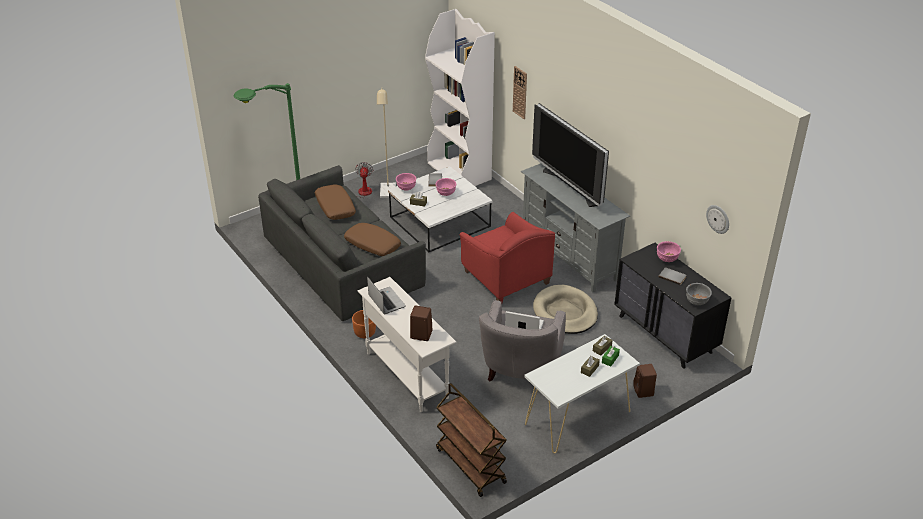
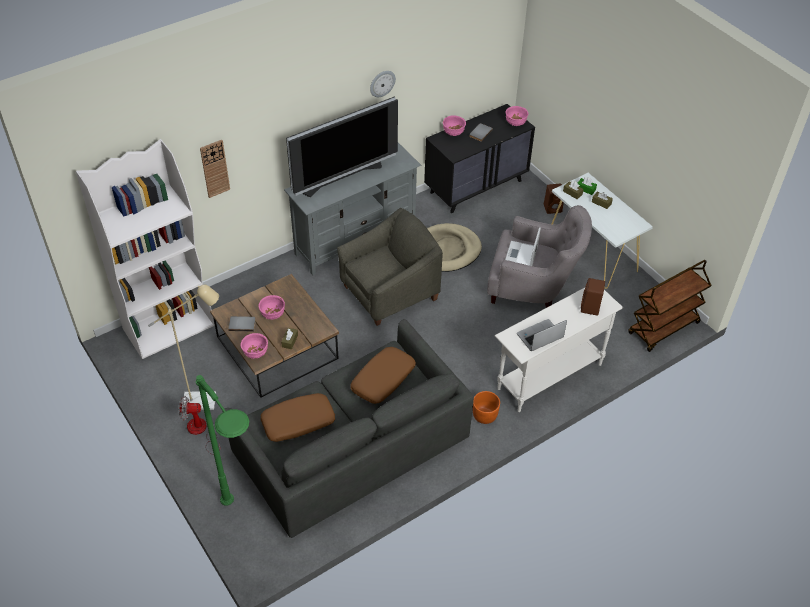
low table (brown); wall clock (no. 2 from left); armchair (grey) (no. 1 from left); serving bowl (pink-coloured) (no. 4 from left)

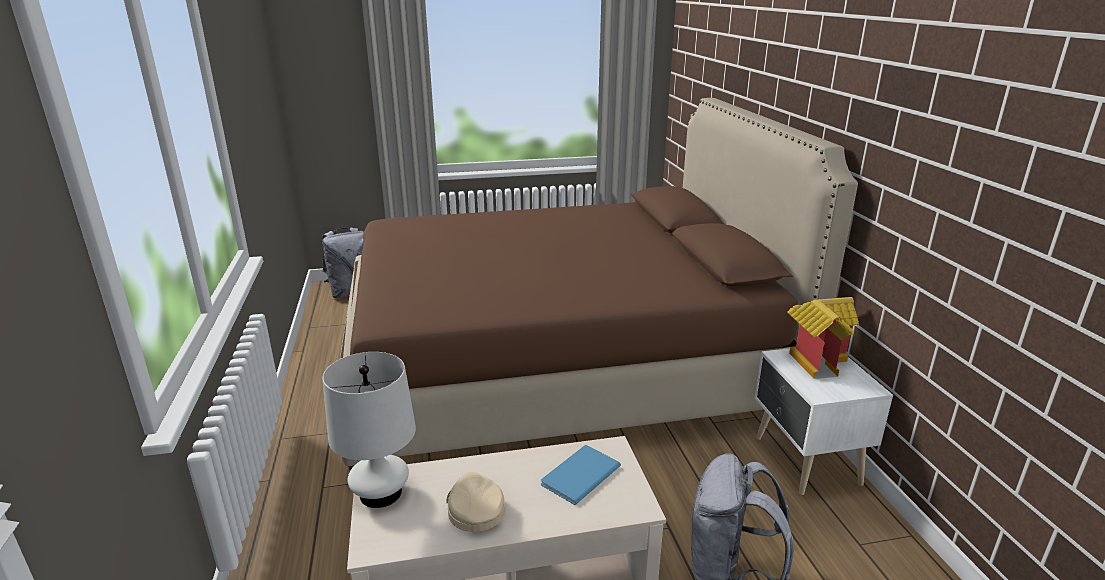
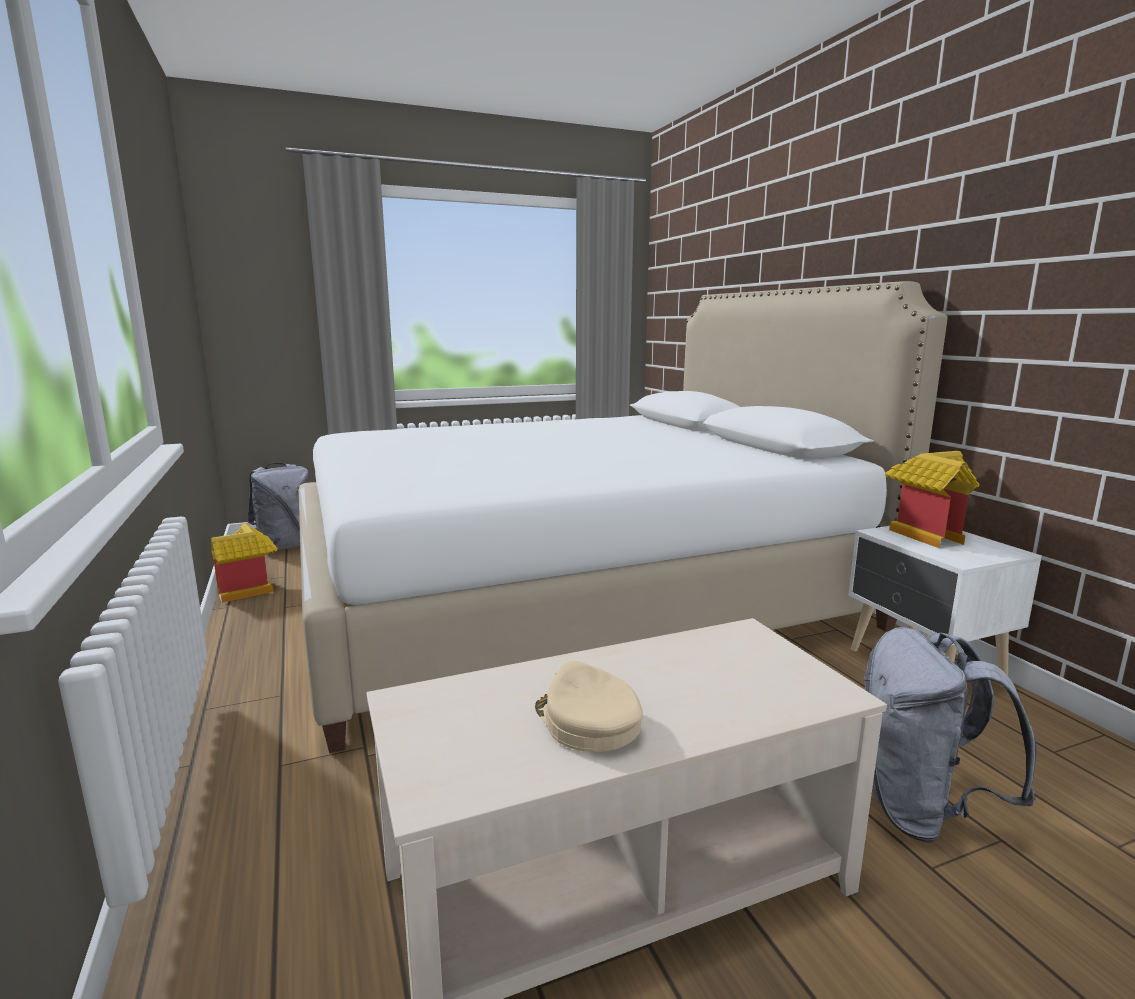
bed (whitish); lamp for a table (whitish); bound book (blue-coloured); model house (no. 1 from left)

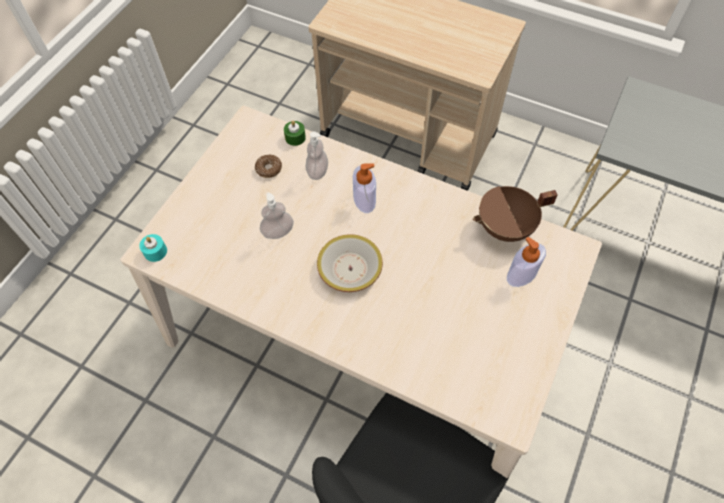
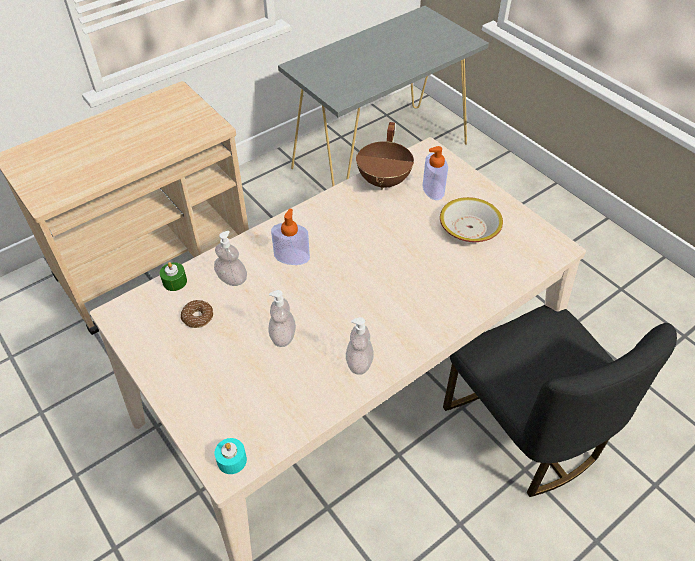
serving bowl; soap dispenser (no. 4 from left)

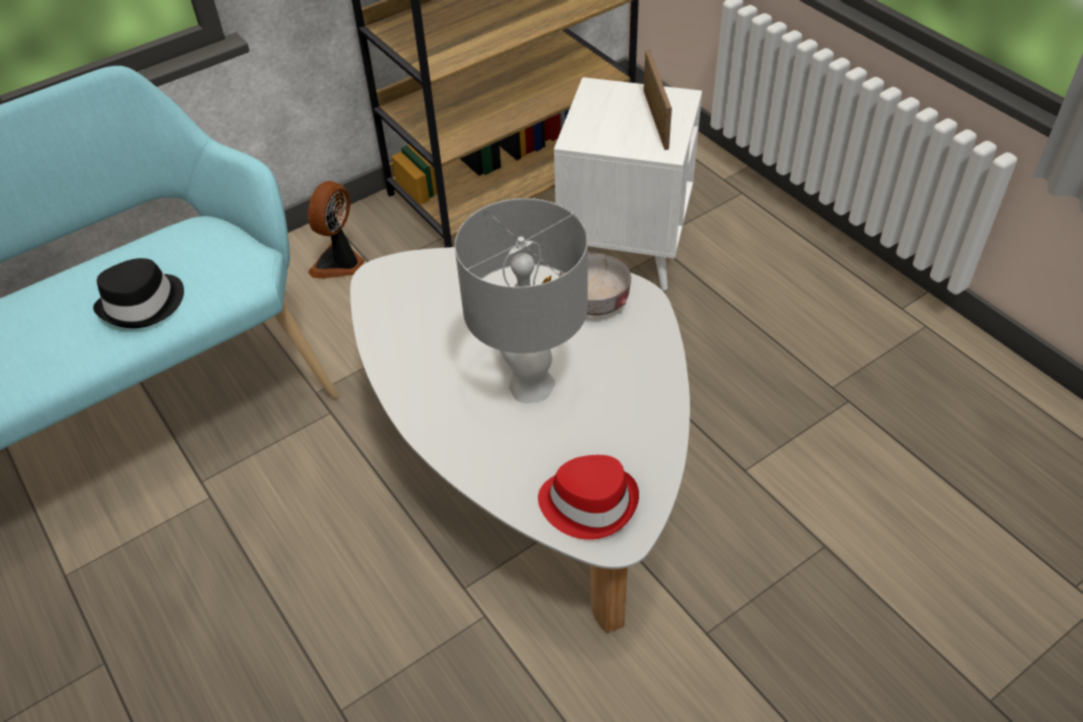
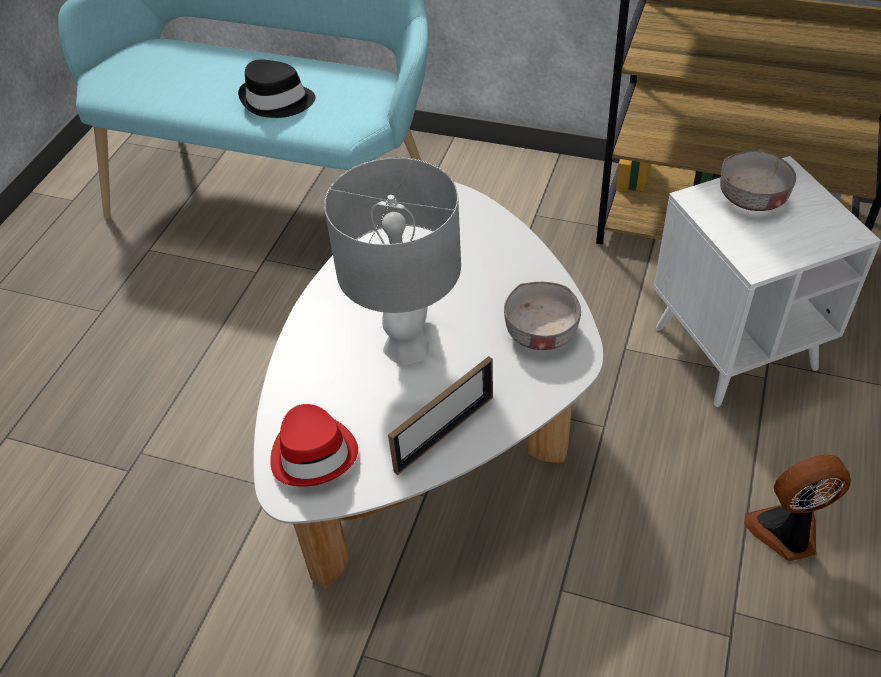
picture frame; fan; serving bowl (grey) (no. 2 from left)

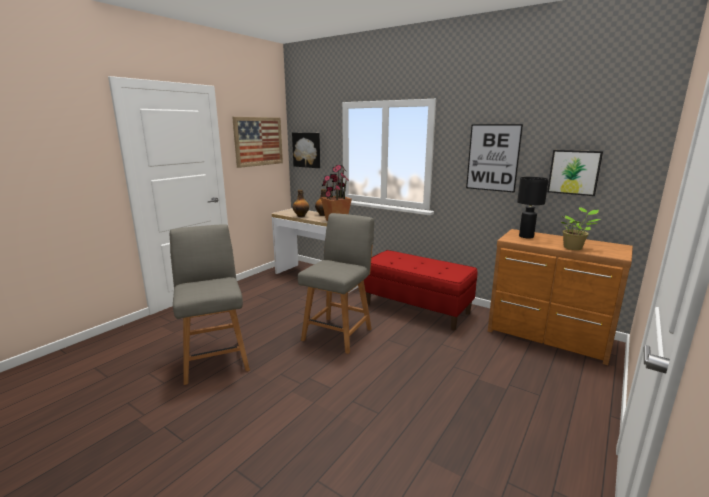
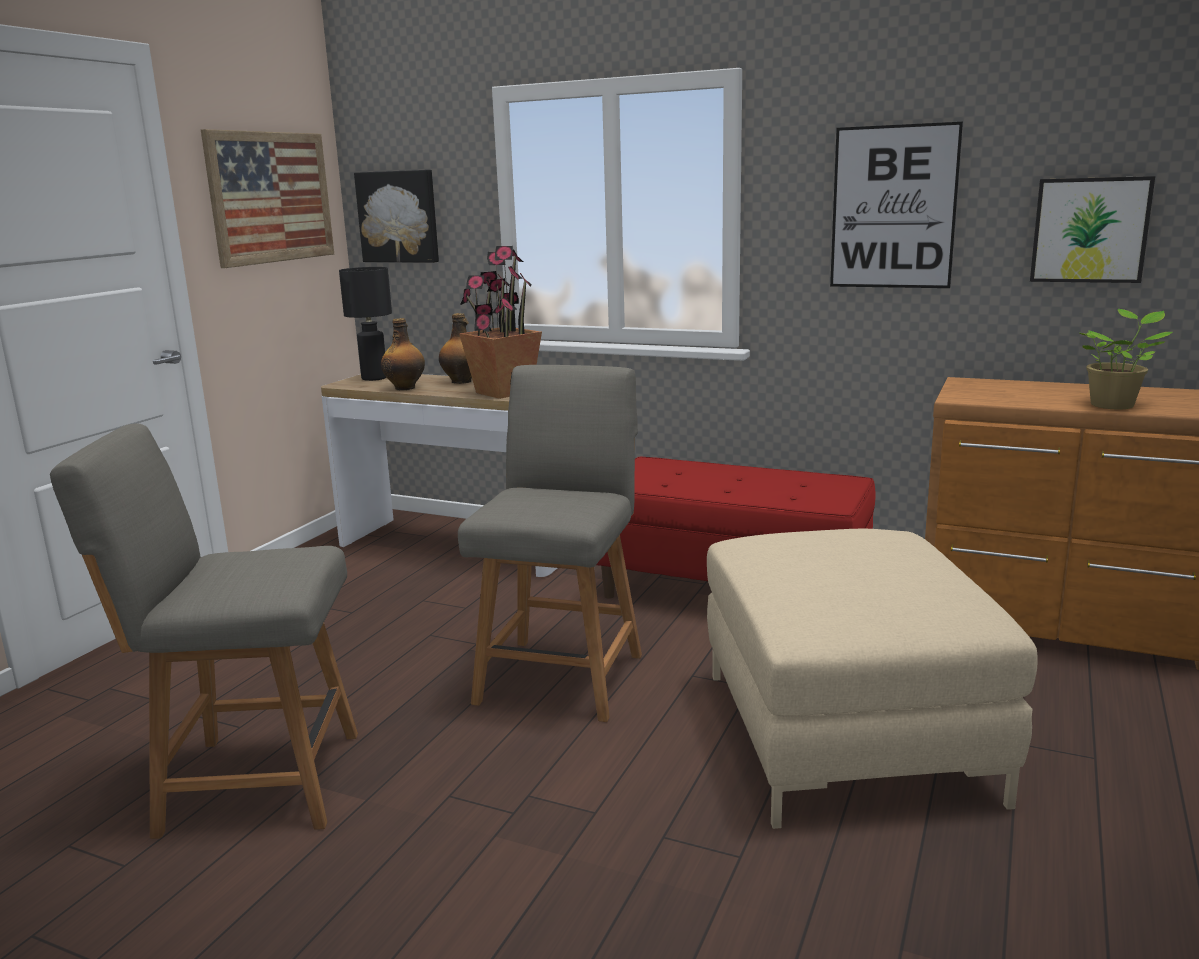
lamp for a table (black-coloured); plain chair (grey) (no. 1 from left); ottoman (sand-coloured)

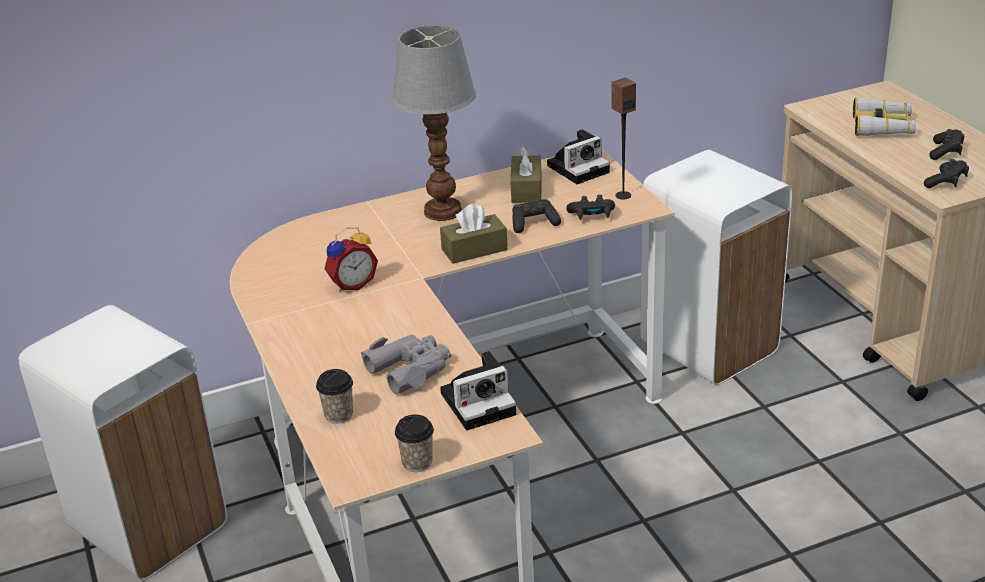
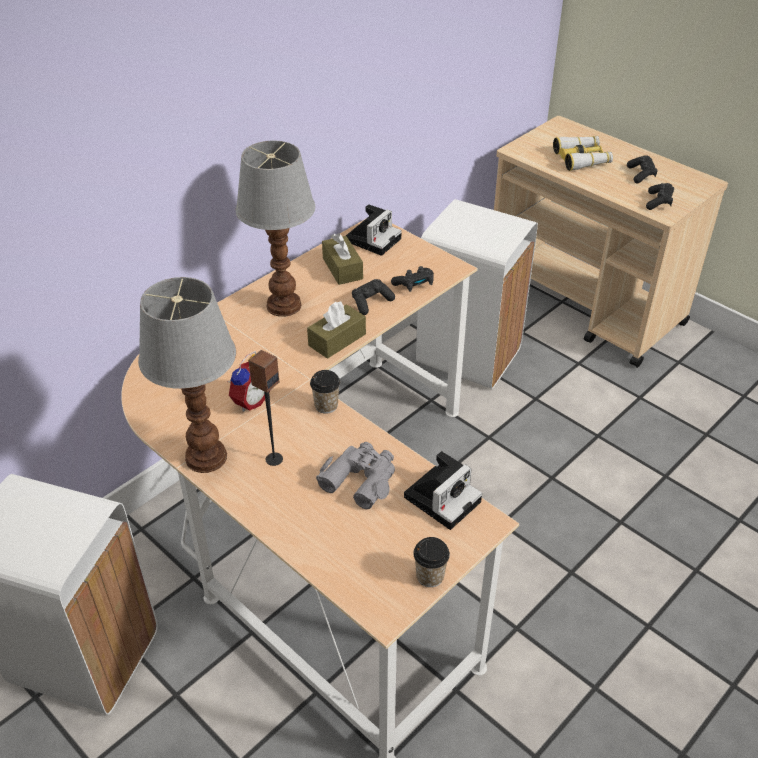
speaker; cup (no. 1 from left); lamp for a table (no. 1 from left)

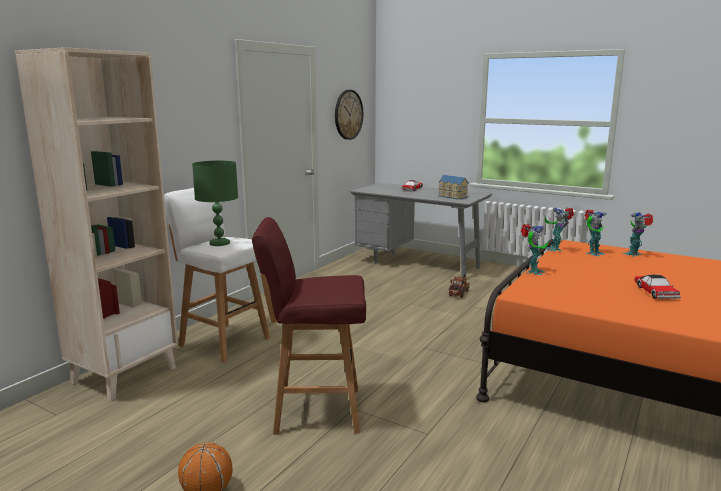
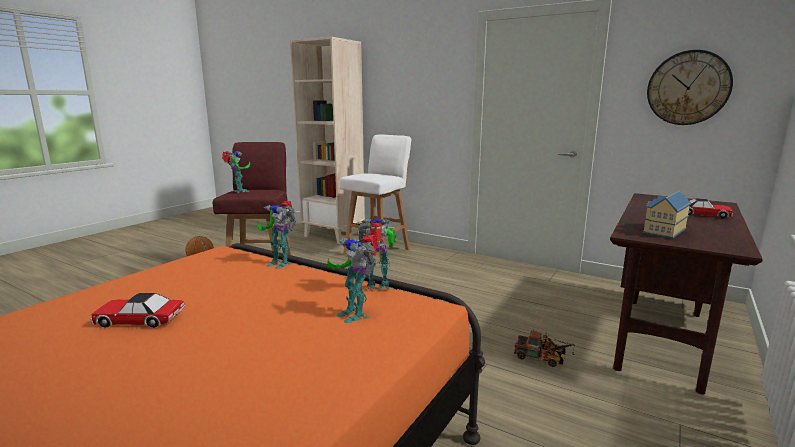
lamp for a table (green-coloured); desk unit (brown); toy robot (no. 1 from left)

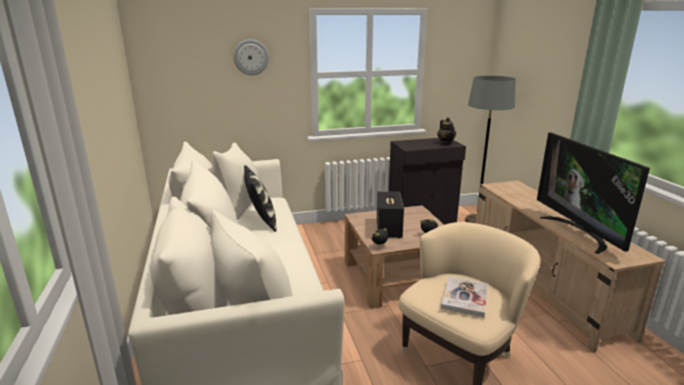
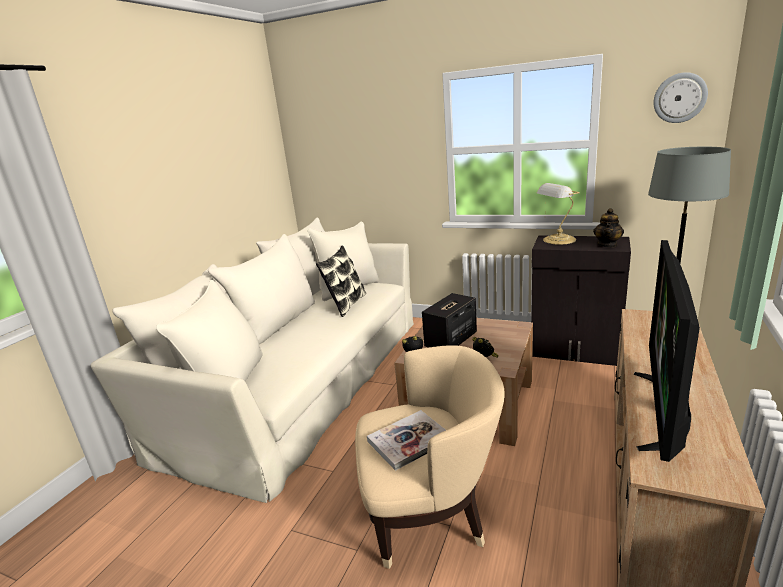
wall clock; lamp for a table

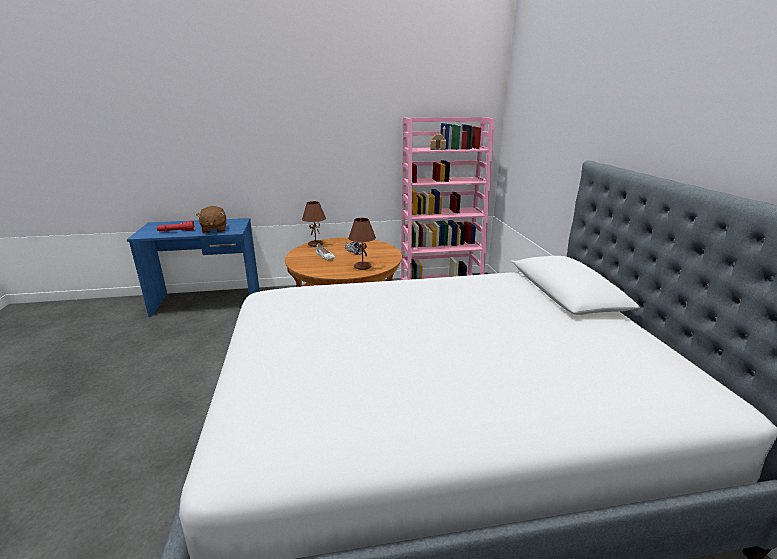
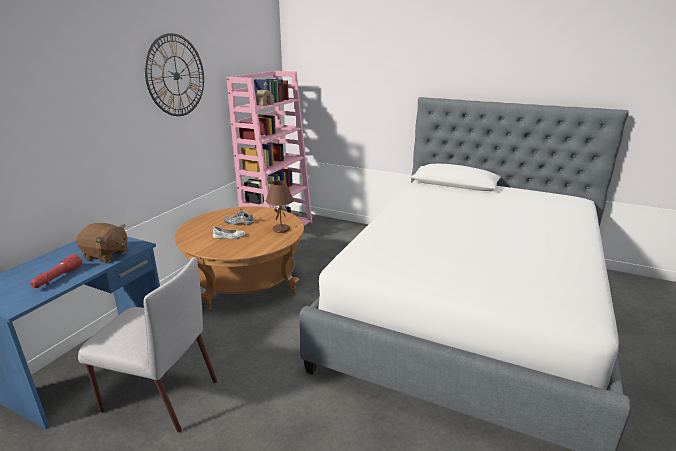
lamp for a table (brown) (no. 1 from left in the first image); wall clock; plain chair (grey)

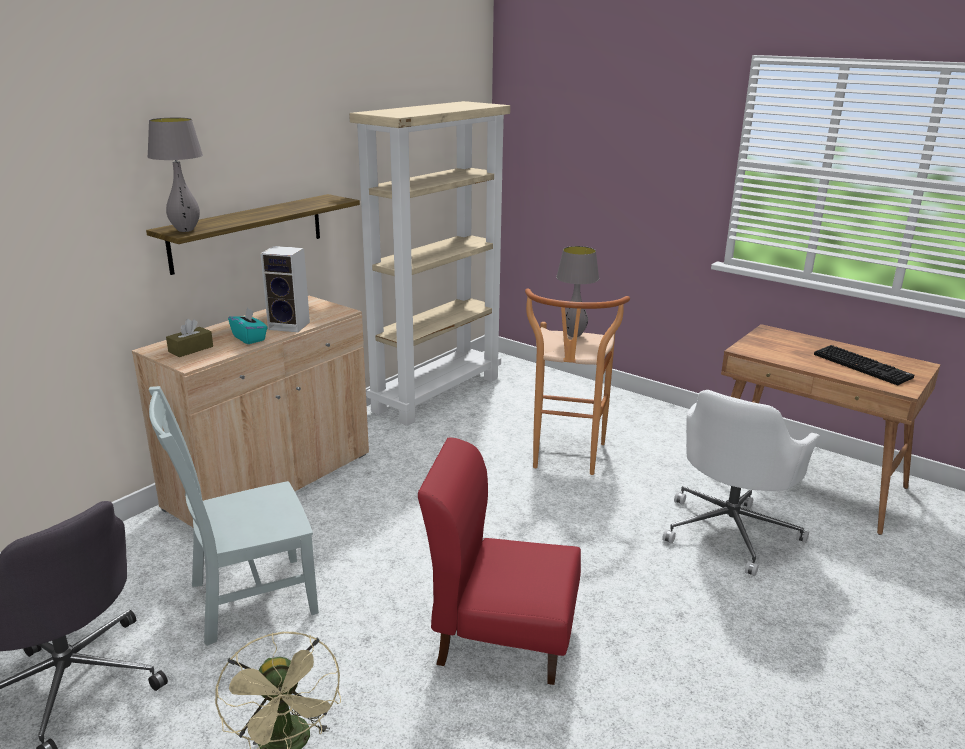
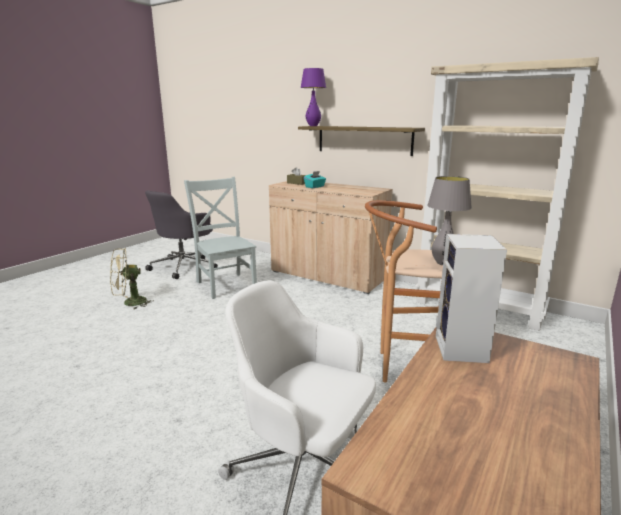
lamp for a table (purple-coloured); speaker; keyboard; plain chair (red)

